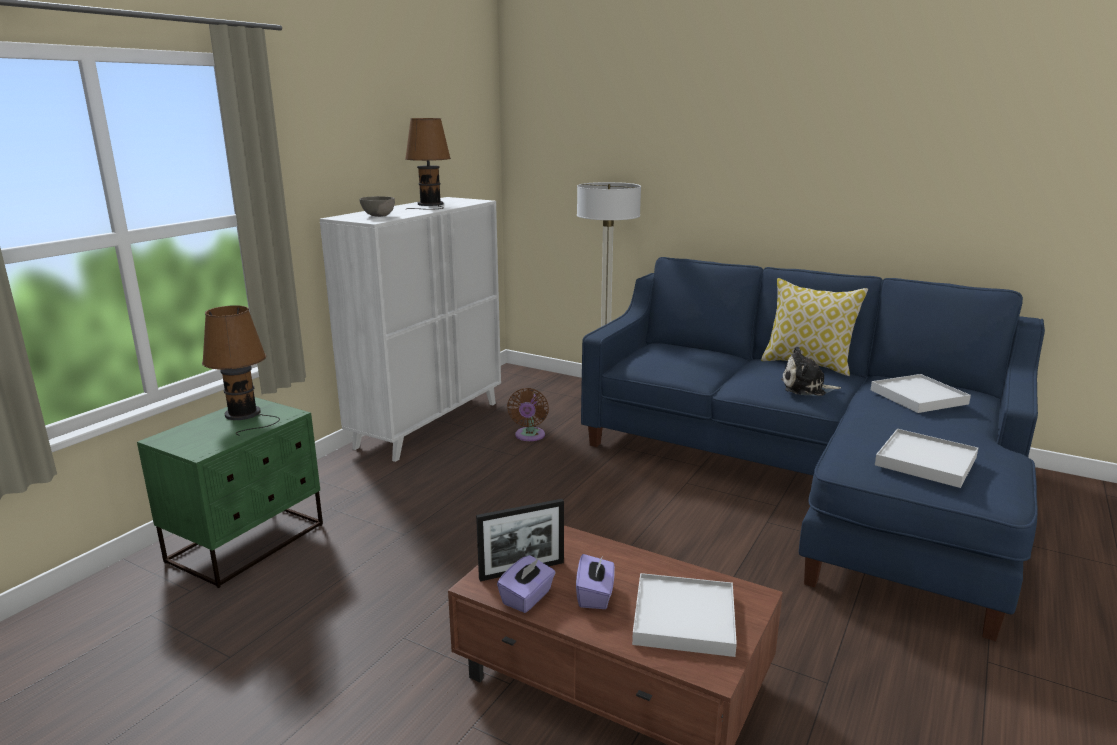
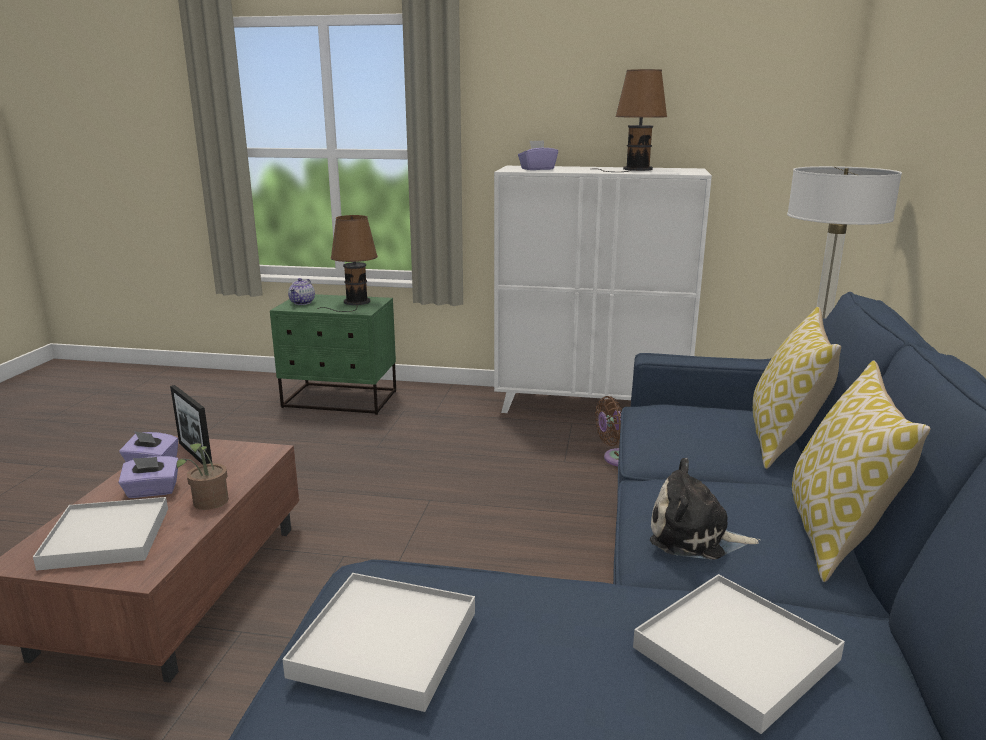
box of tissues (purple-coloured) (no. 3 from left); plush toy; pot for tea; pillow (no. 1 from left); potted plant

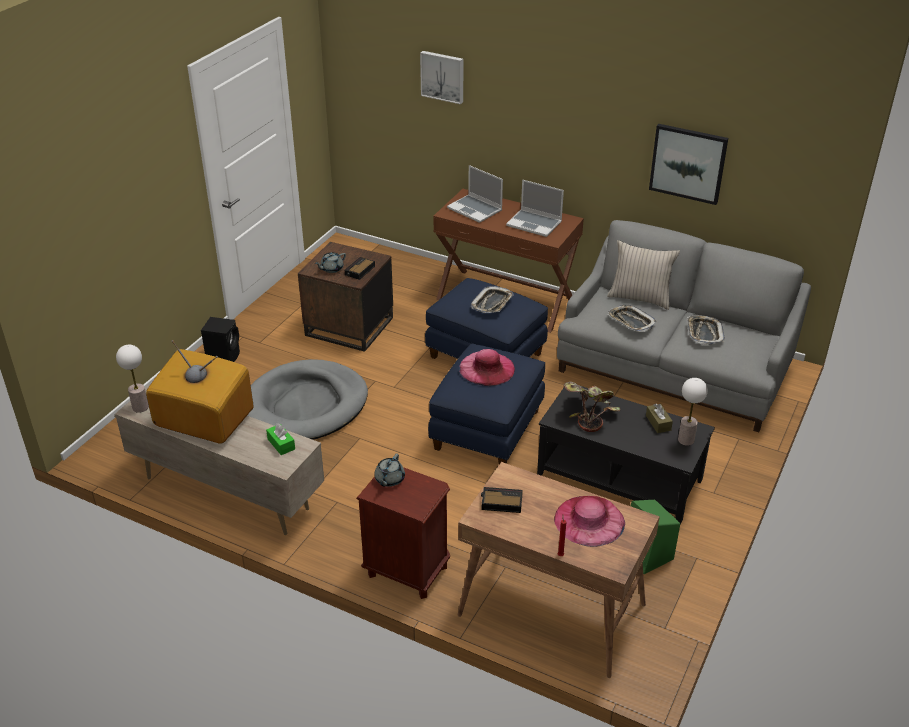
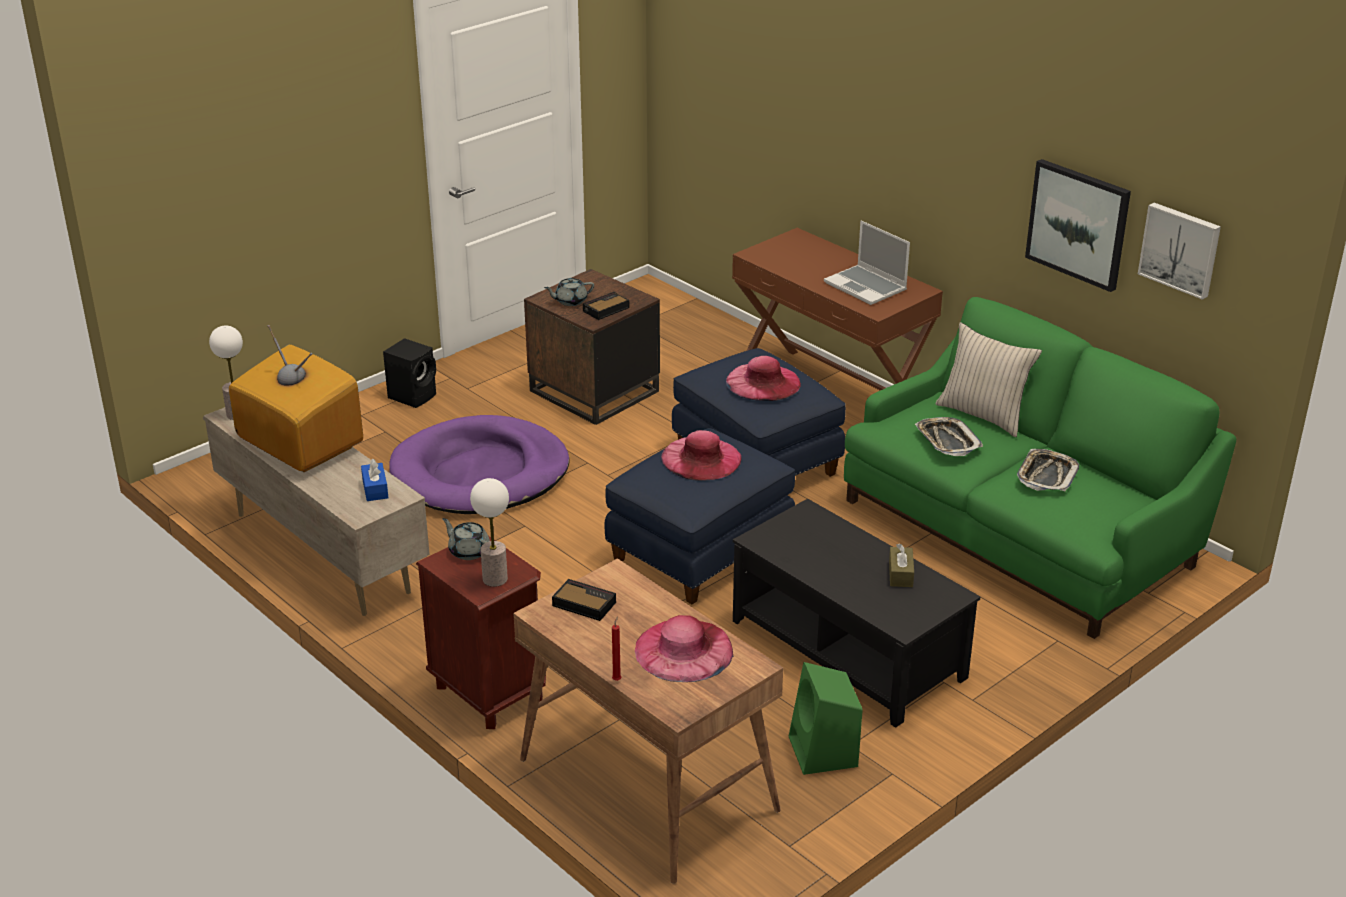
wall picture (no. 2 from left); portable computer (no. 1 from left in the first image); sofa (green-coloured); hat (pink-coloured) (no. 3 from left); dog bed (purple-coloured); lamp for a table (no. 2 from left); potted plant; box of tissues (blue-coloured); pot for tea (grey) (no. 1 from left)

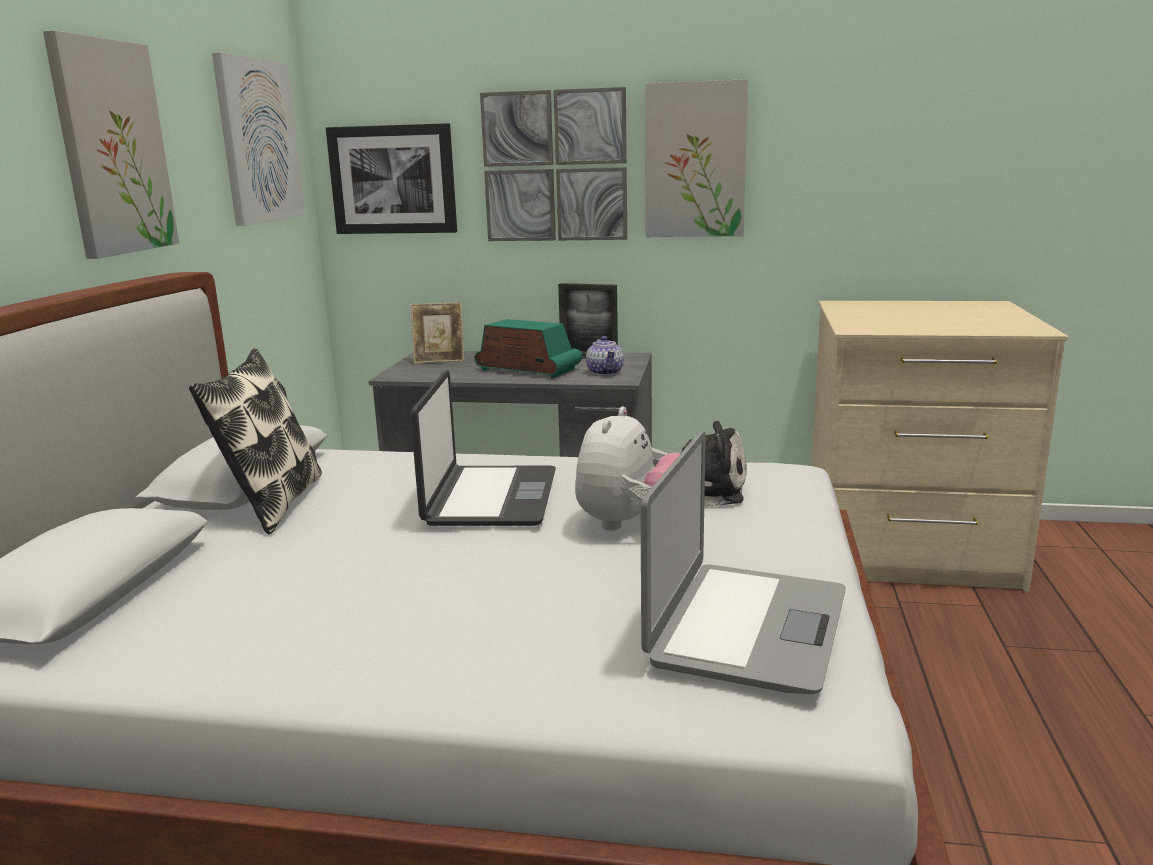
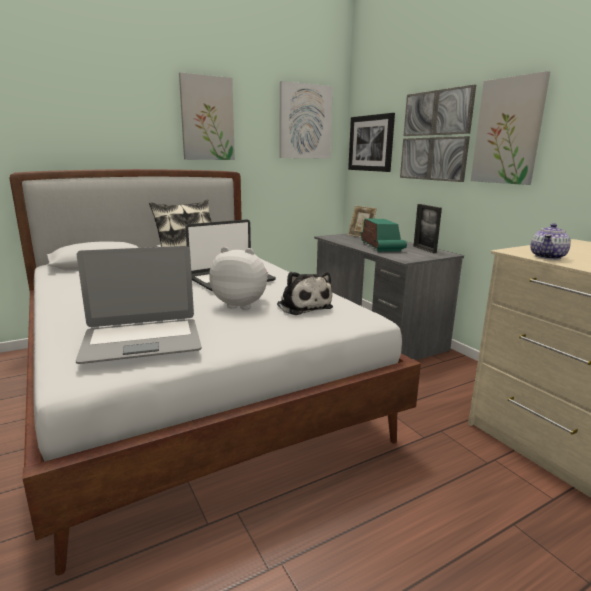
pot for tea; plush toy (no. 1 from left)

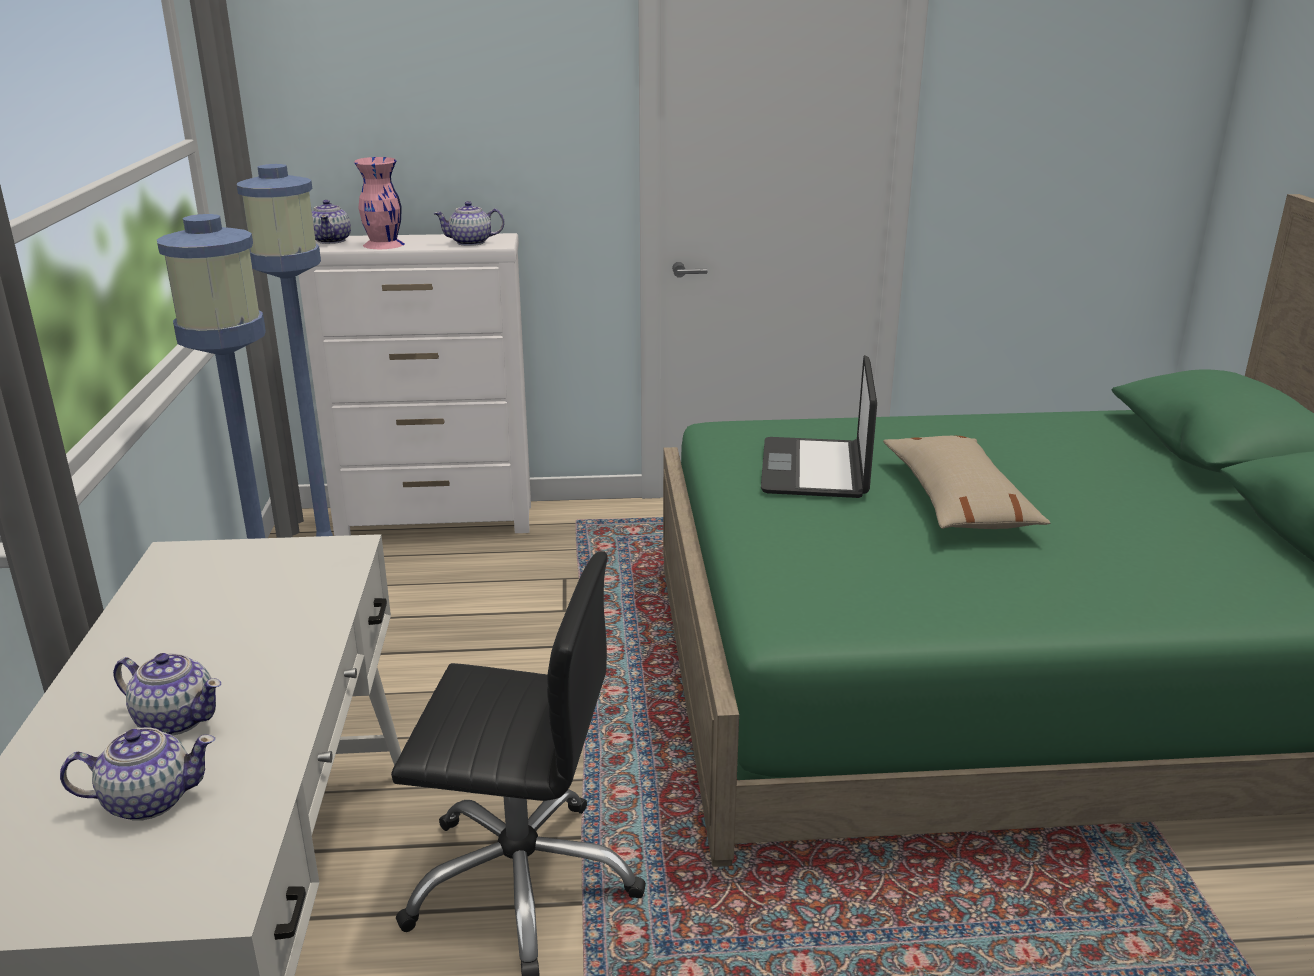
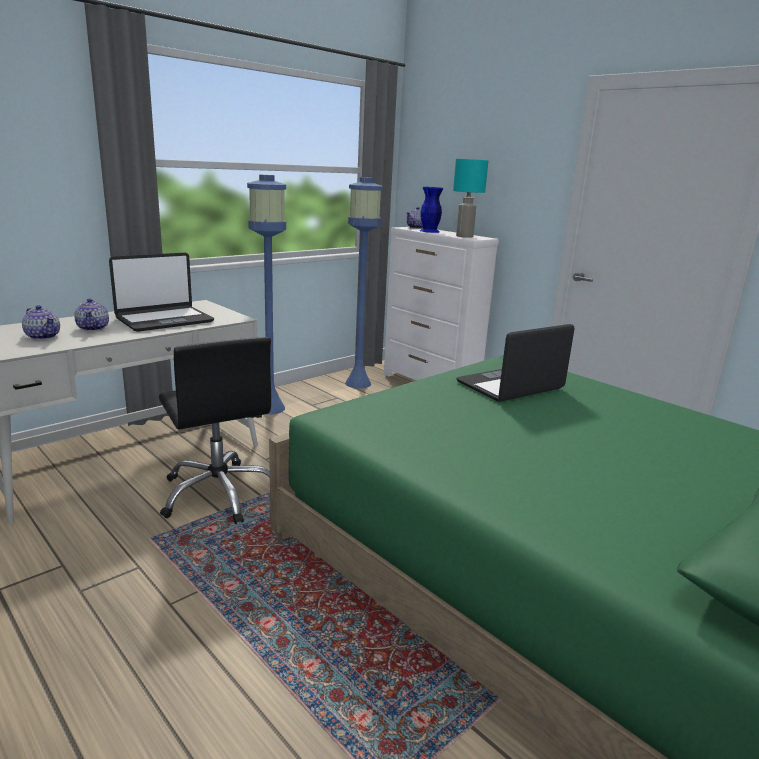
decorative vase (blue-coloured); lamp for a table (turquoise); pillow (sand-coloured); portable computer (no. 1 from left)

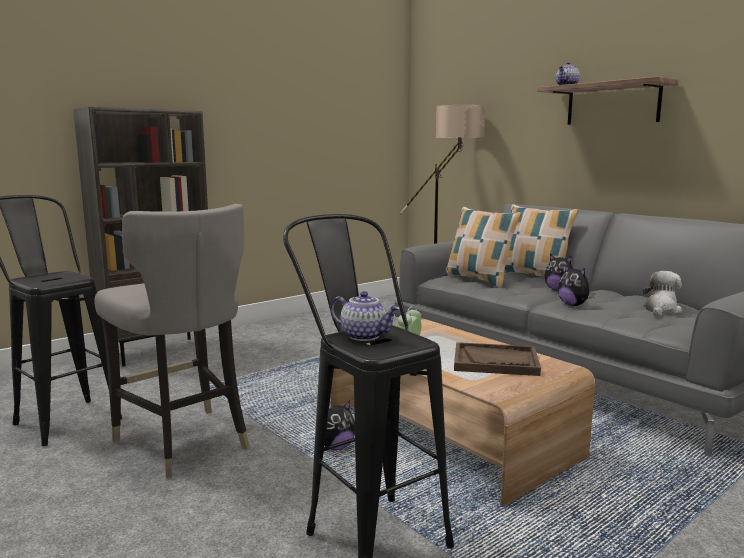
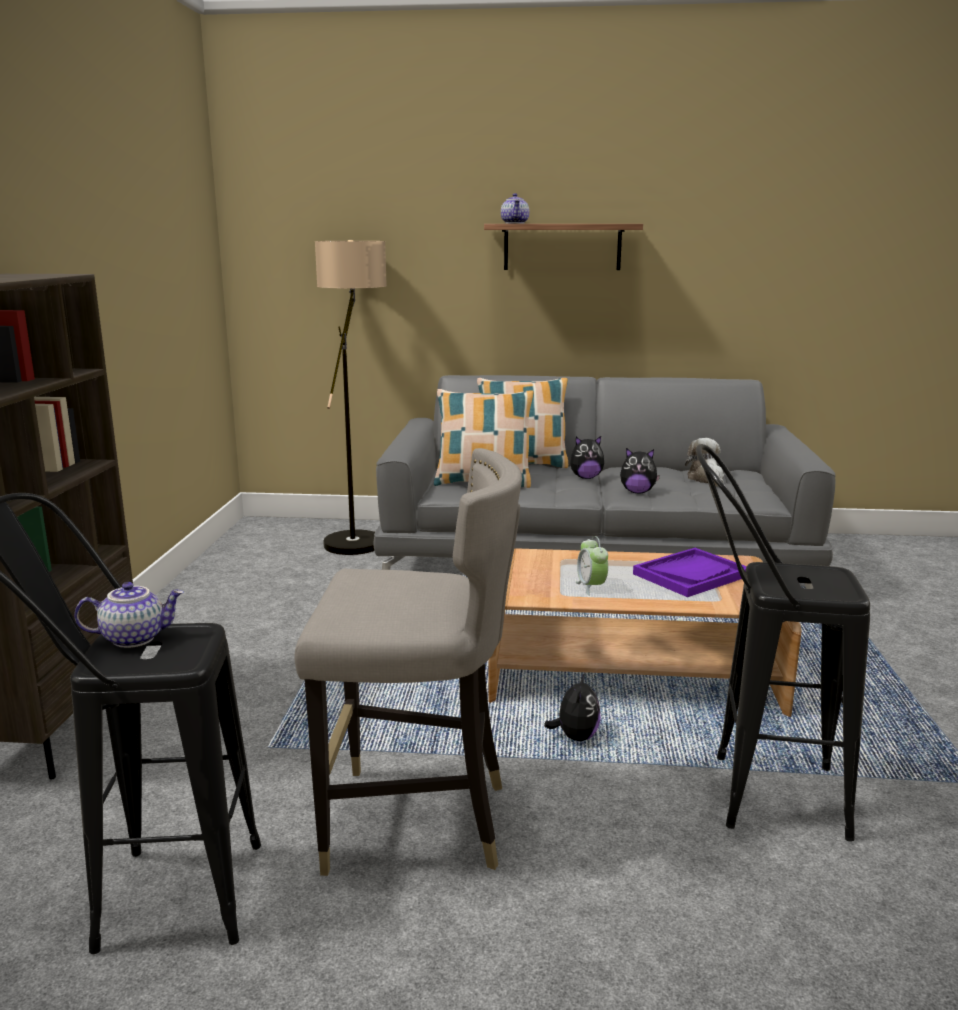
pot for tea (no. 1 from left); carrying tray (purple-coloured)

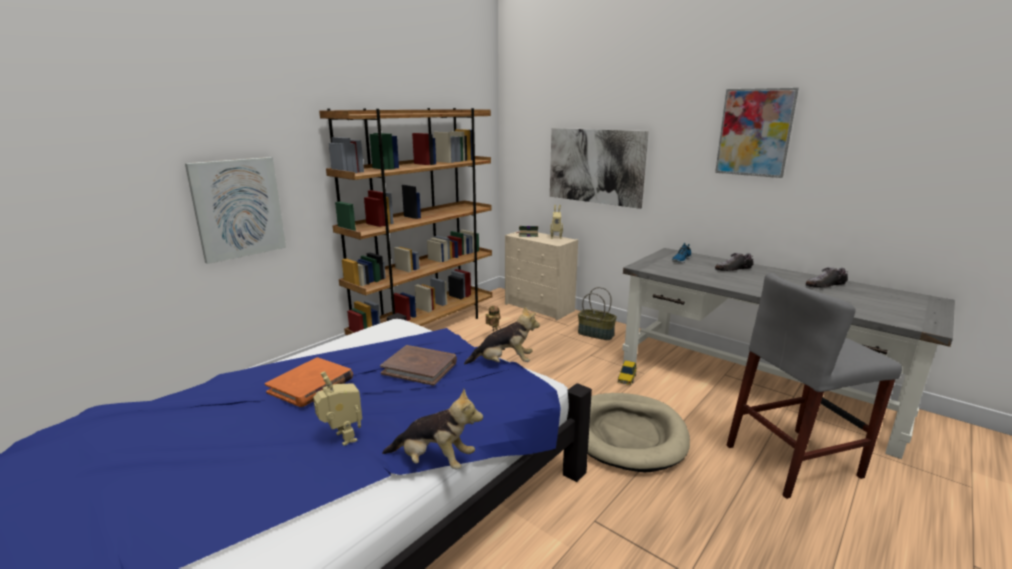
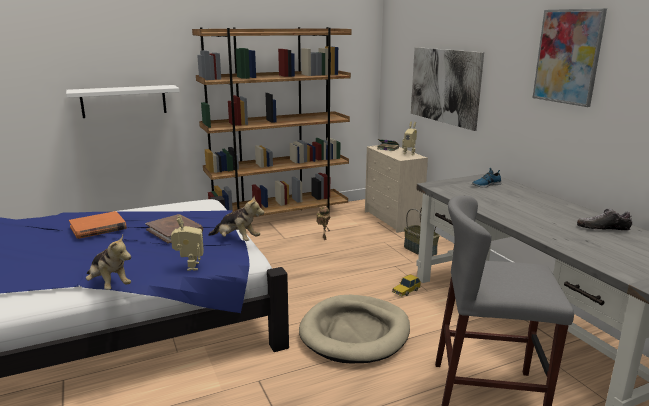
bracket shelf (whitish); item of footwear (no. 2 from left in the first image); toy robot (no. 1 from left)

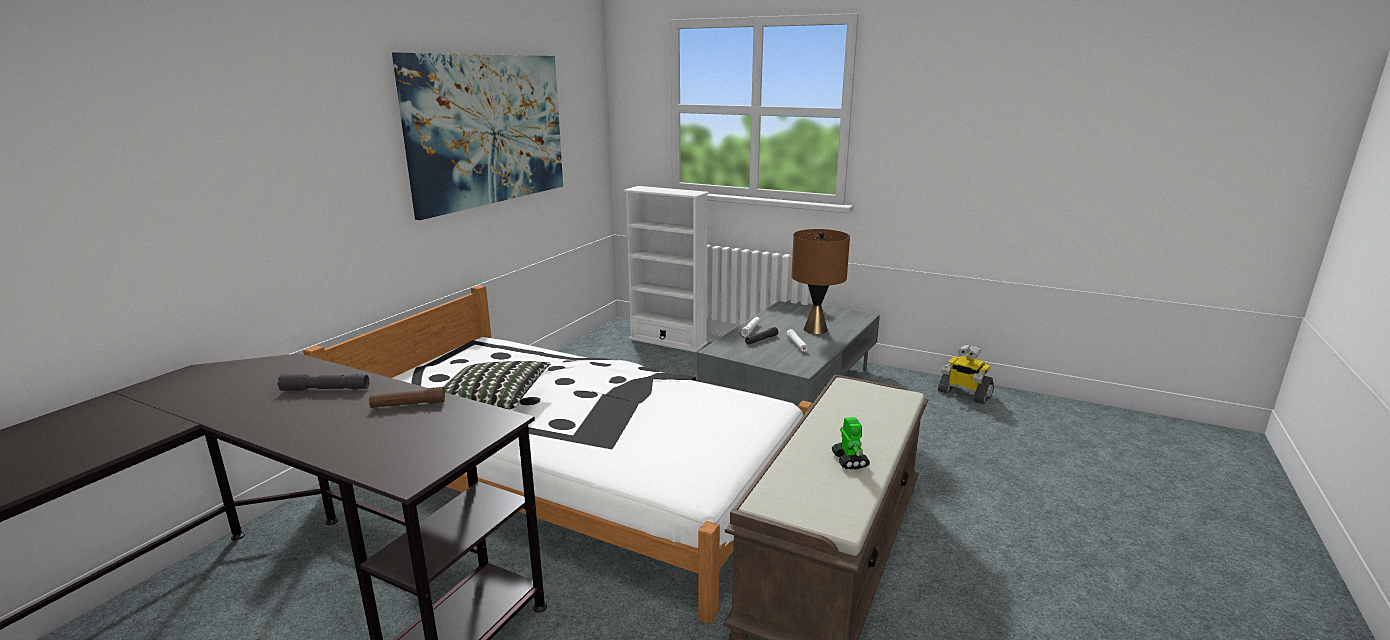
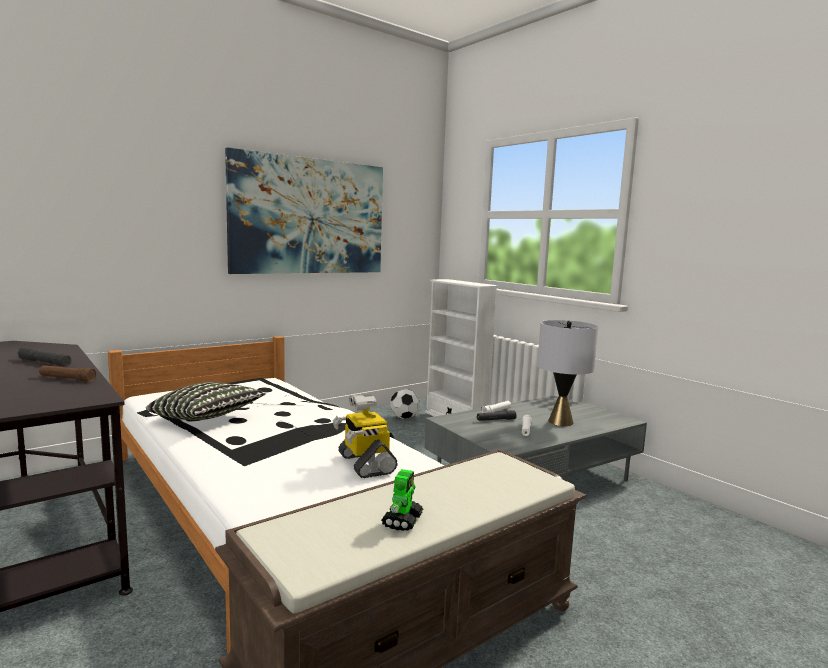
lamp for a table (grey); toy robot (no. 1 from left); football ball

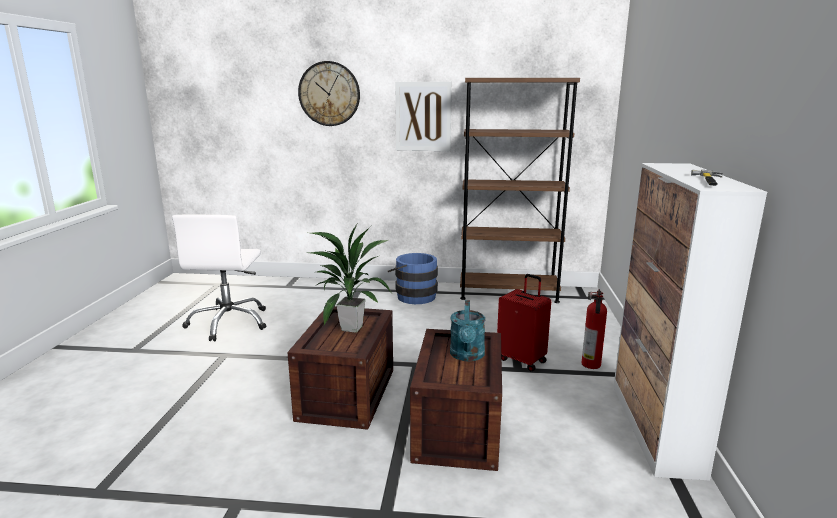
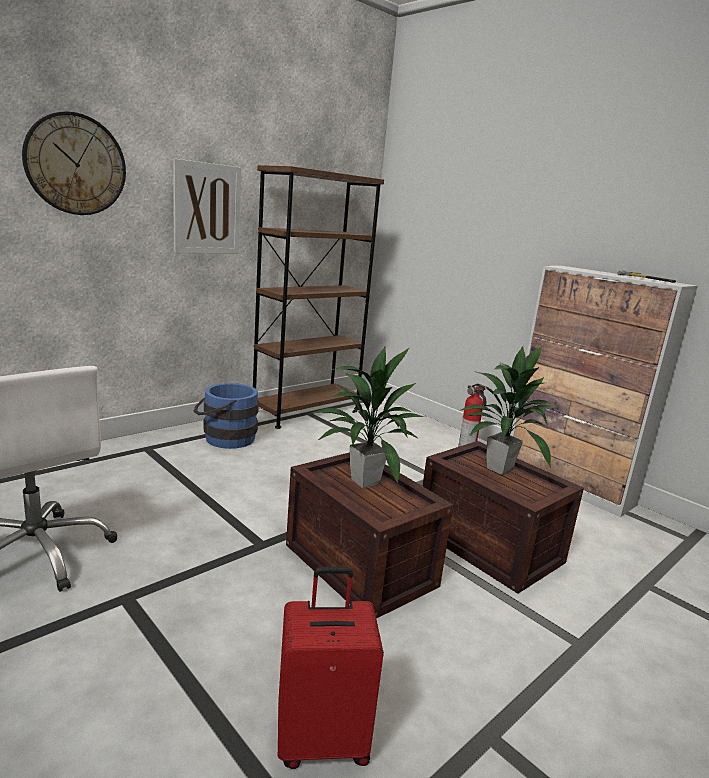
suitcase (red); potted plant (no. 2 from left)

